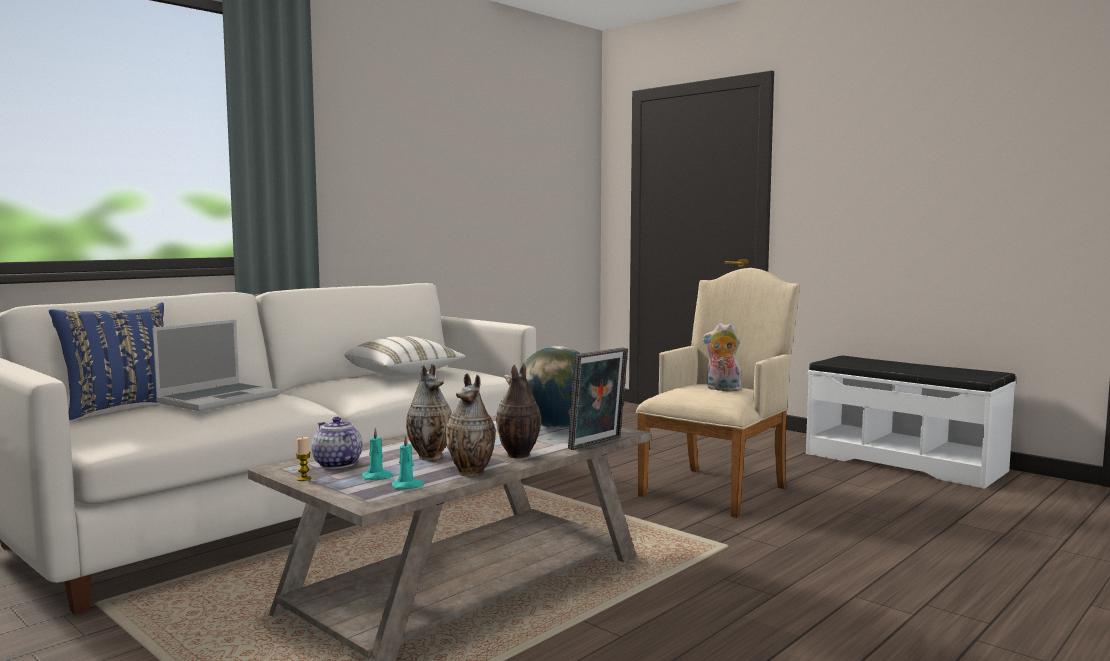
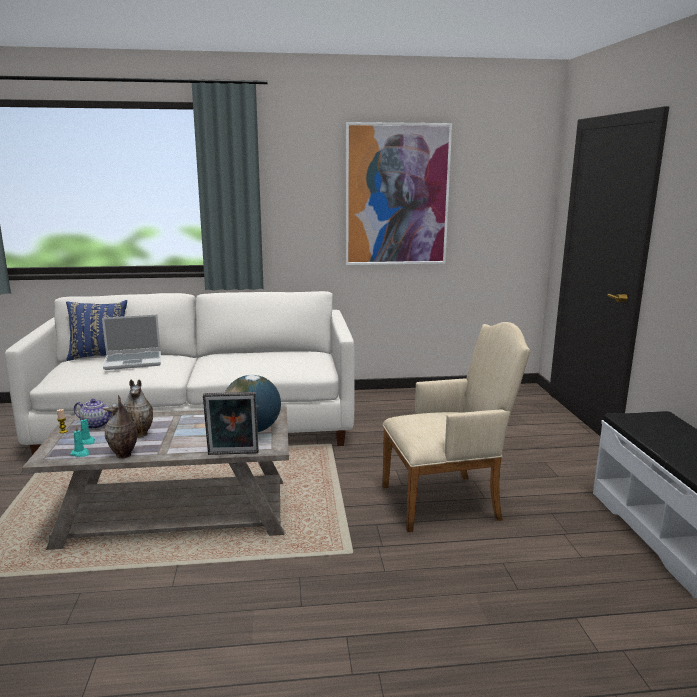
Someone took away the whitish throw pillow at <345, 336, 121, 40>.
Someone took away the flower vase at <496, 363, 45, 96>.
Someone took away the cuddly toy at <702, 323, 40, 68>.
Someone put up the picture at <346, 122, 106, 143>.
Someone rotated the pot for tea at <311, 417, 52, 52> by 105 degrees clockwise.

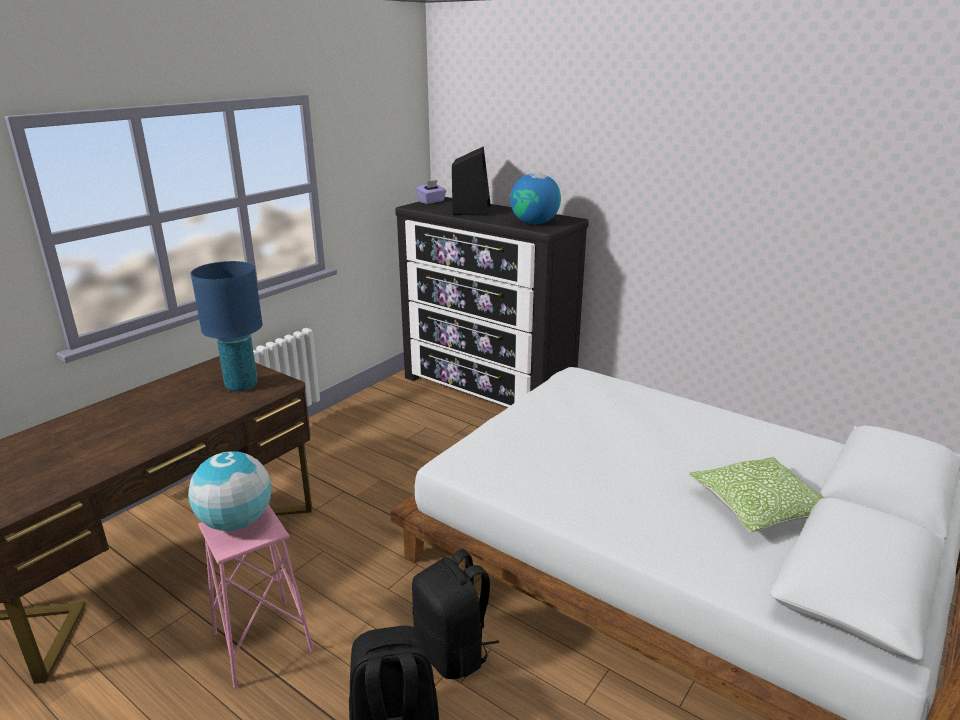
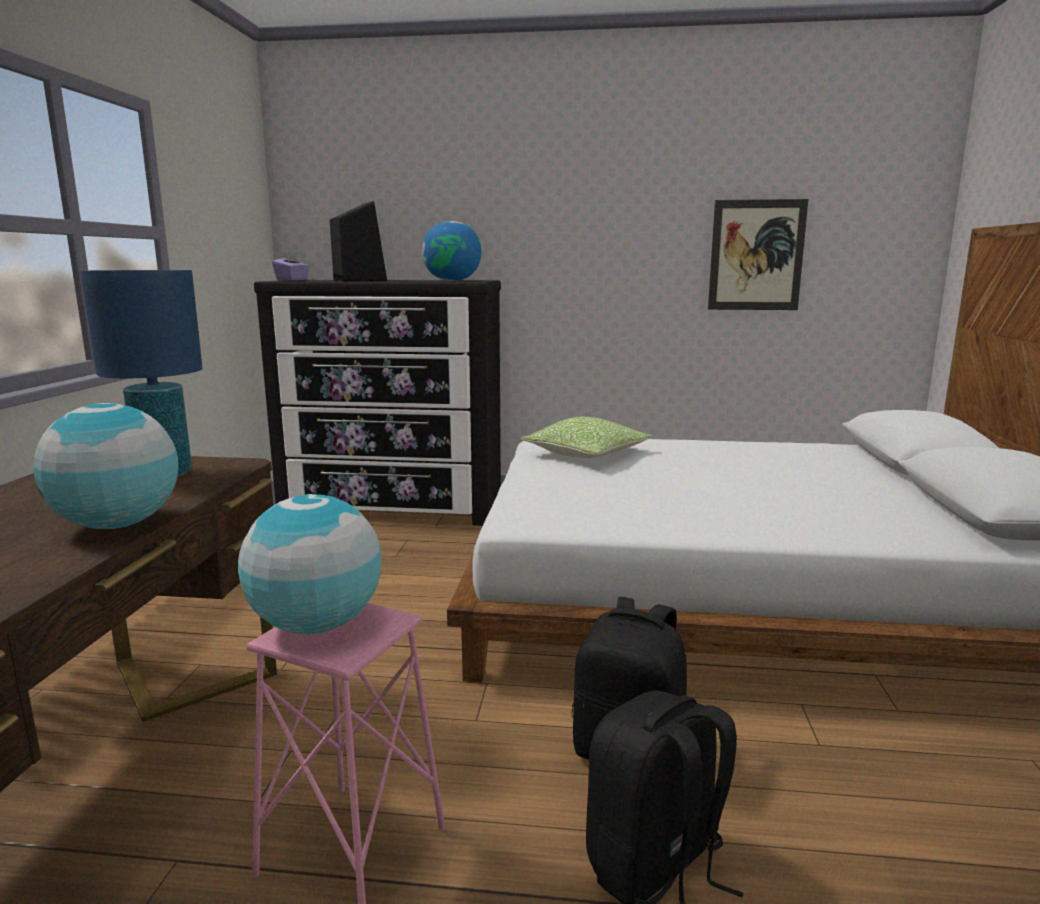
Someone put down the world globe at <34, 403, 145, 126>.
Someone put up the picture at <708, 199, 100, 111>.
Someone carried the throw pillow from <689, 457, 135, 75> to <521, 417, 131, 41>.

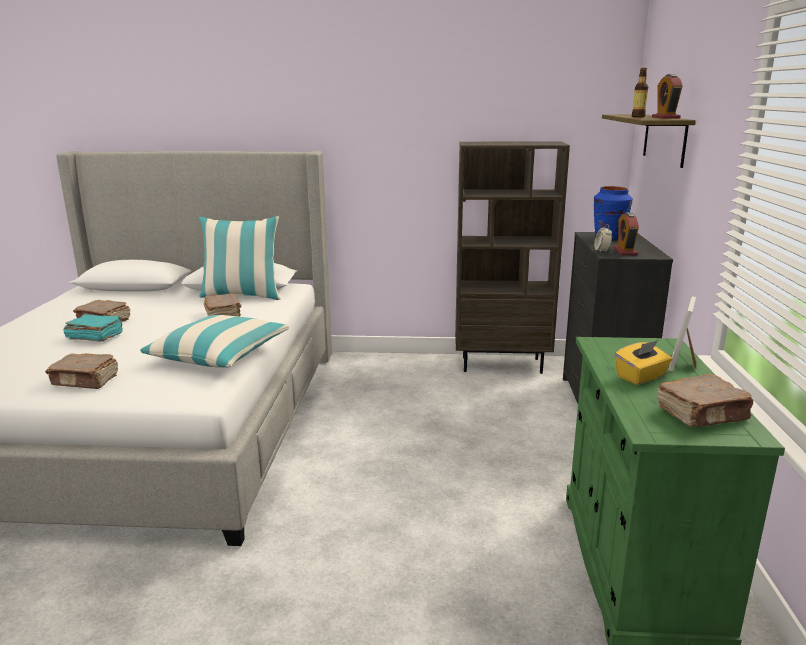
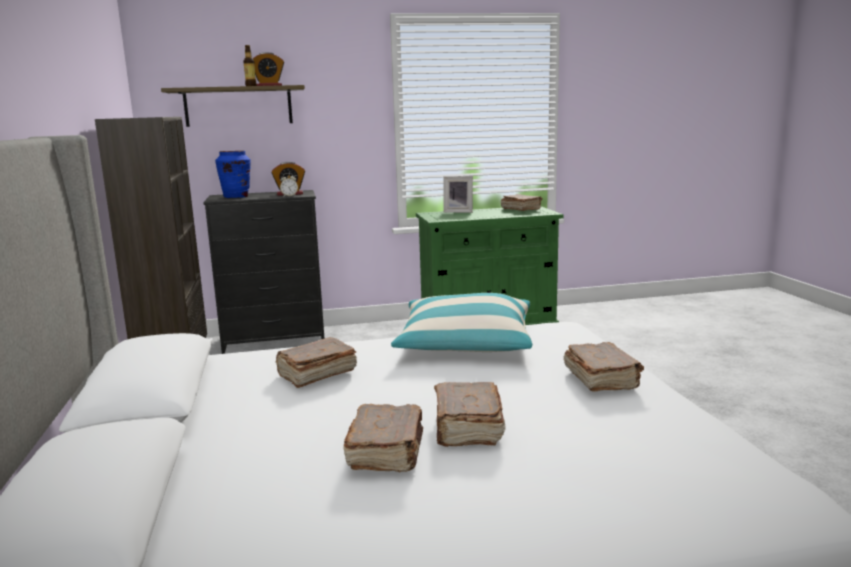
Someone took away the throw pillow at <198, 216, 83, 84>.
Someone took away the yellow-coloured tissue box at <615, 340, 57, 45>.
Someone repainted the blue-green book at <63, 314, 60, 28>, which became the brown-coloured book at <434, 382, 71, 65>.

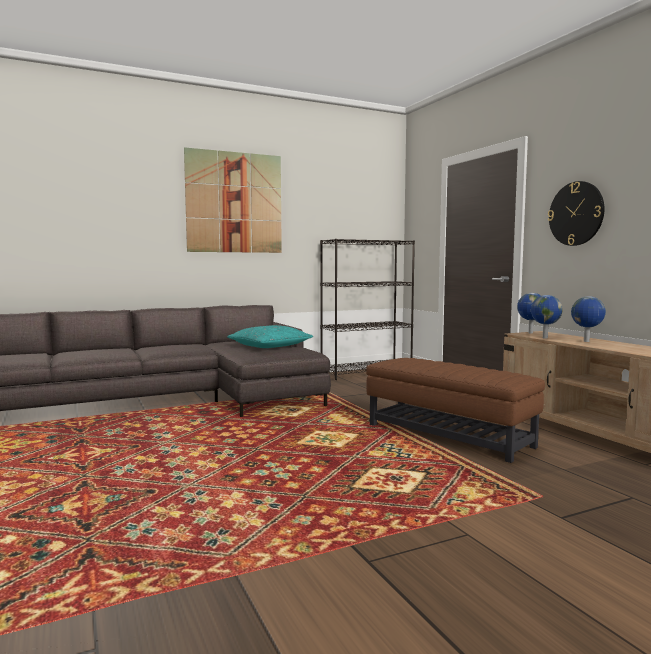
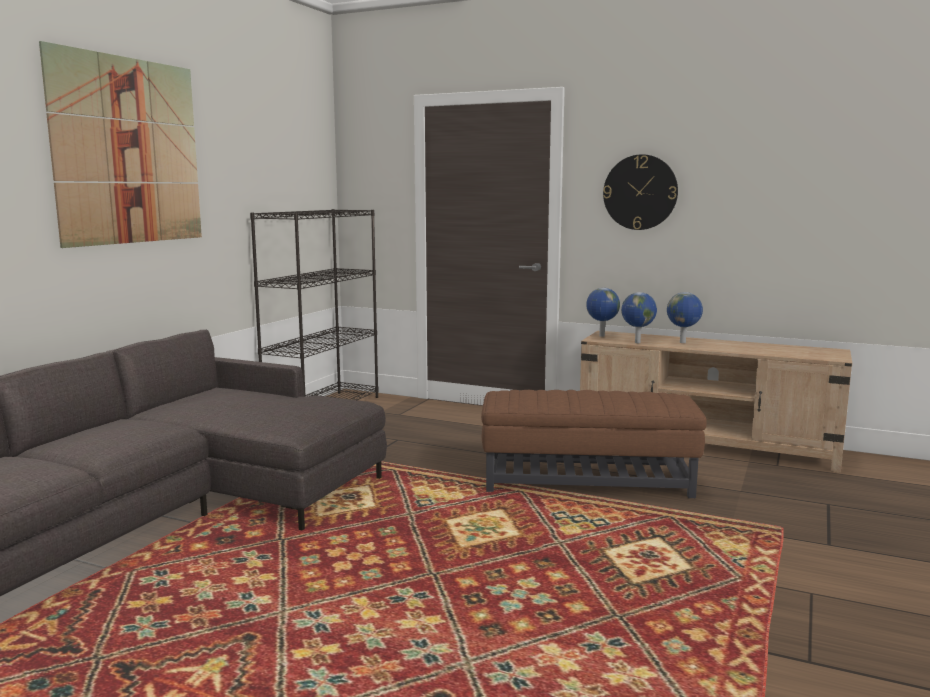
Someone took away the blue-green throw pillow at <227, 325, 86, 23>.

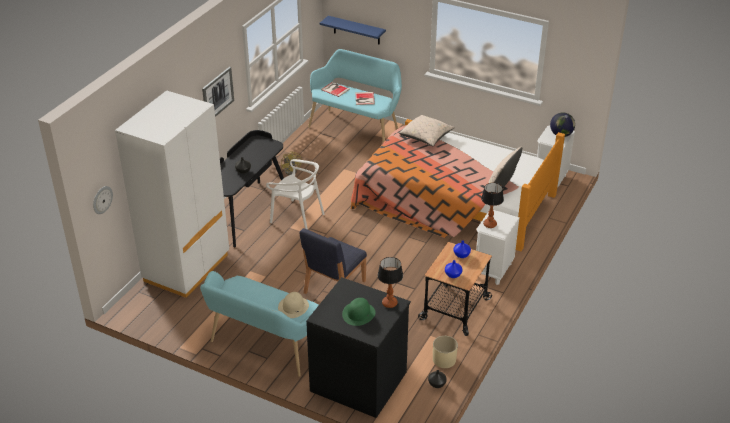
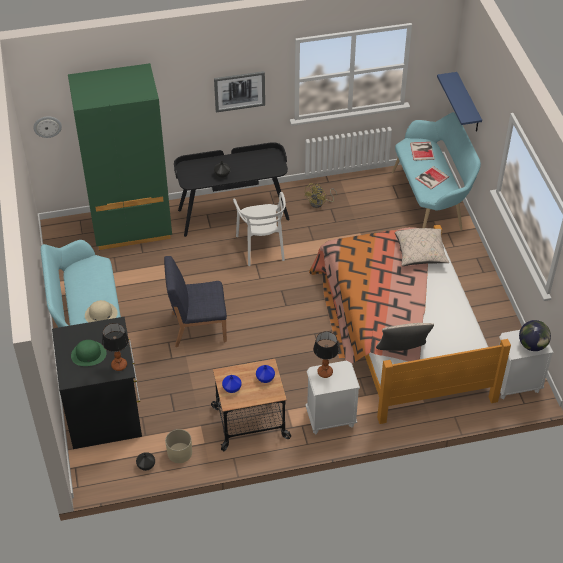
Someone repainted the whitish armoire at <115, 90, 114, 208>, which became the green armoire at <68, 63, 104, 187>.

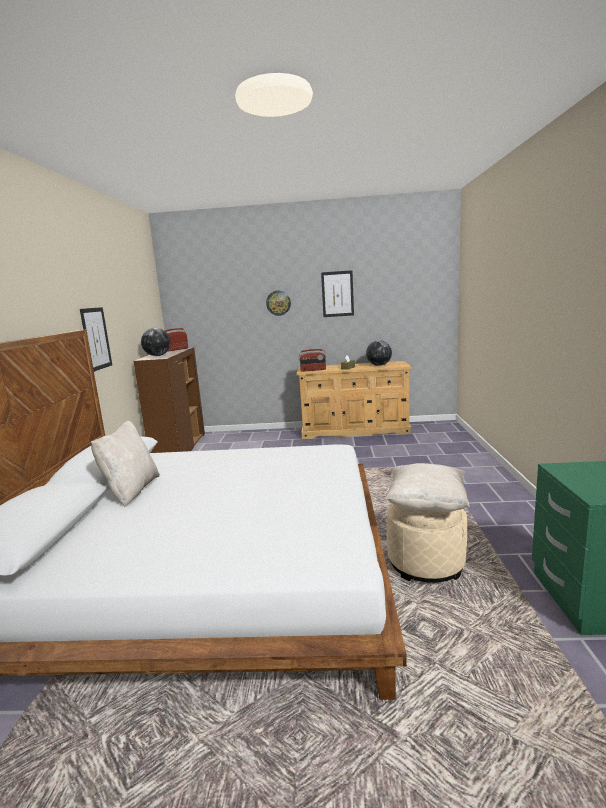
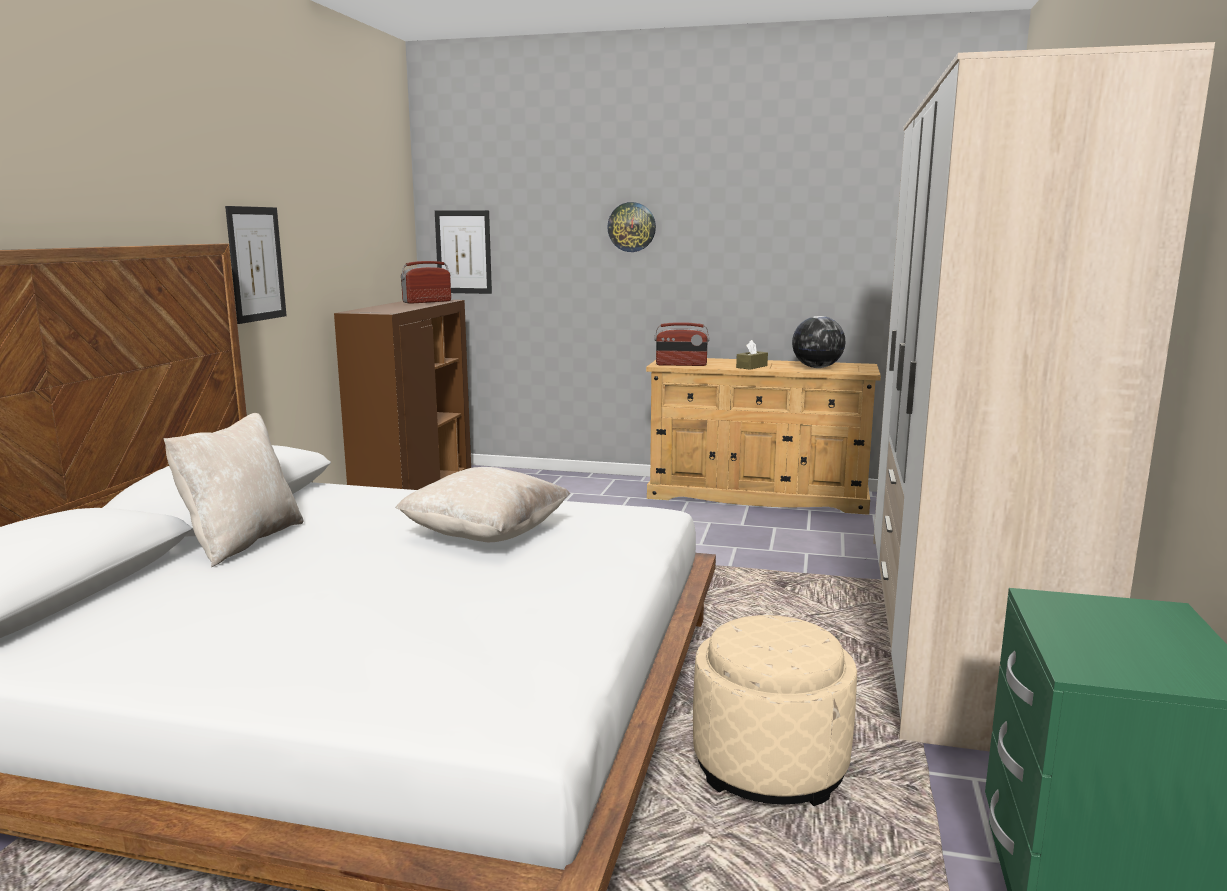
Someone took away the world globe at <141, 328, 30, 28>.
Someone put down the armoire at <873, 42, 342, 709>.
Someone carried the picture from <321, 270, 33, 47> to <435, 210, 57, 84>.
Someone carried the beige throw pillow from <385, 463, 84, 49> to <395, 467, 175, 75>.

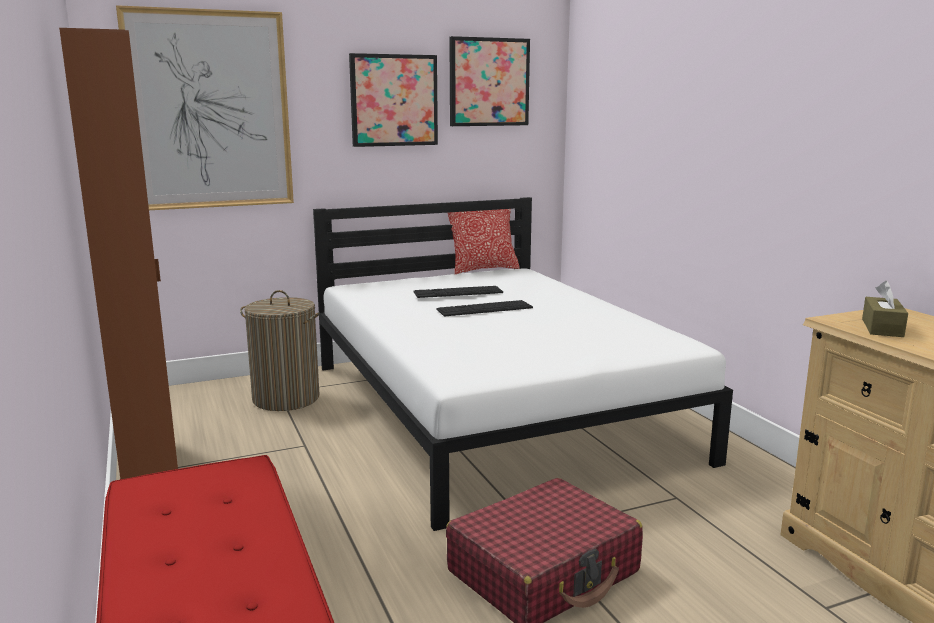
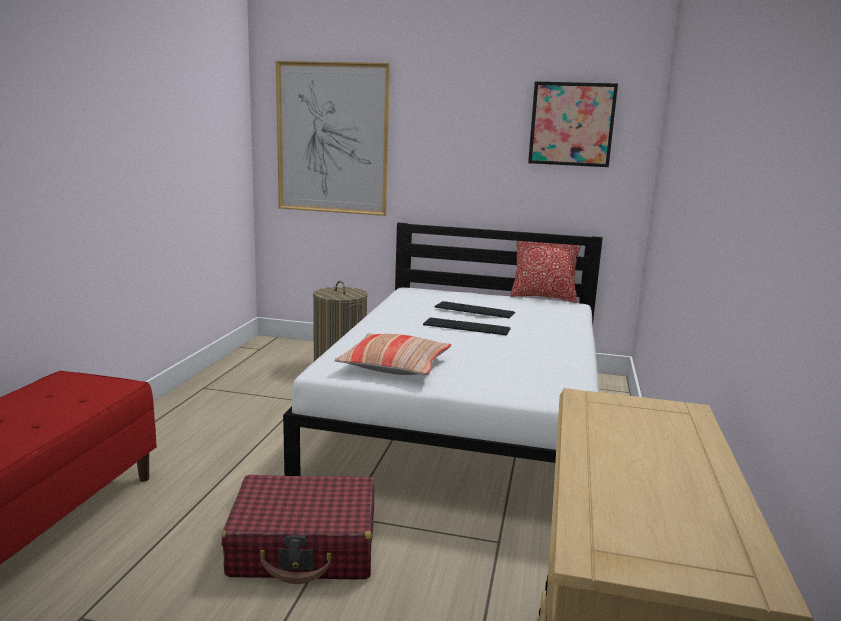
Someone took away the brown-coloured armoire at <59, 28, 119, 452>.
Someone took away the picture at <349, 53, 89, 94>.
Someone took away the brown-coloured tissue box at <862, 281, 46, 56>.
Someone put down the throw pillow at <334, 333, 117, 42>.

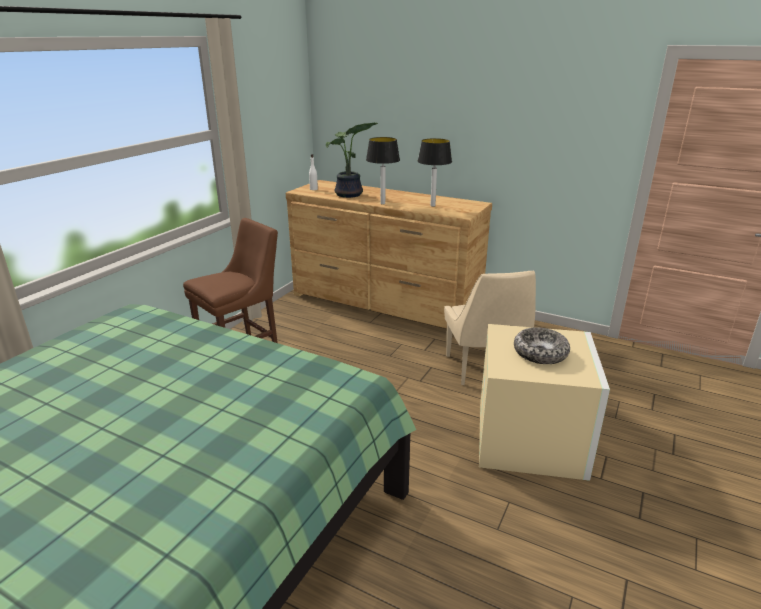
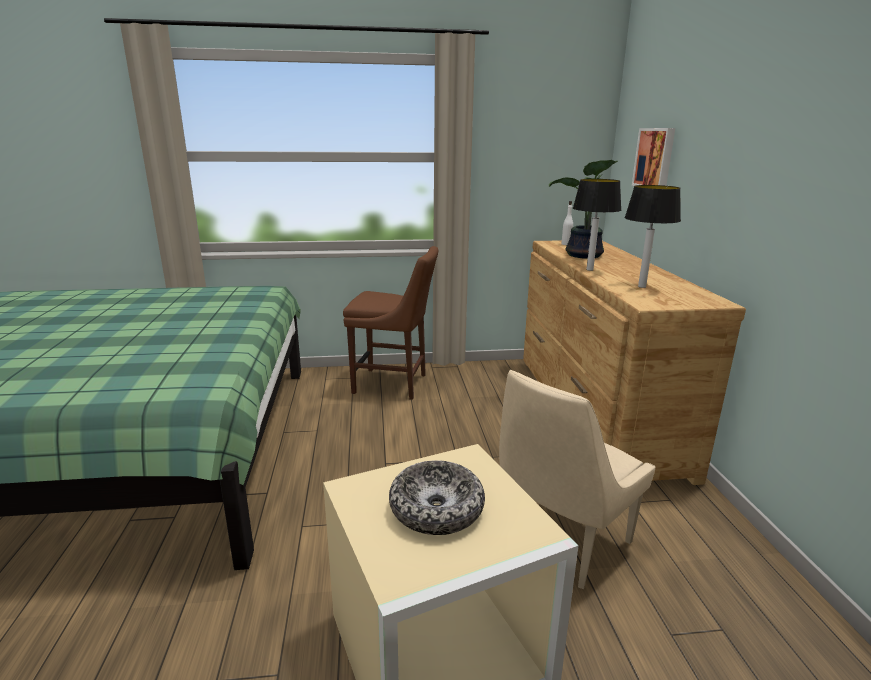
Someone put up the picture at <632, 128, 43, 58>.

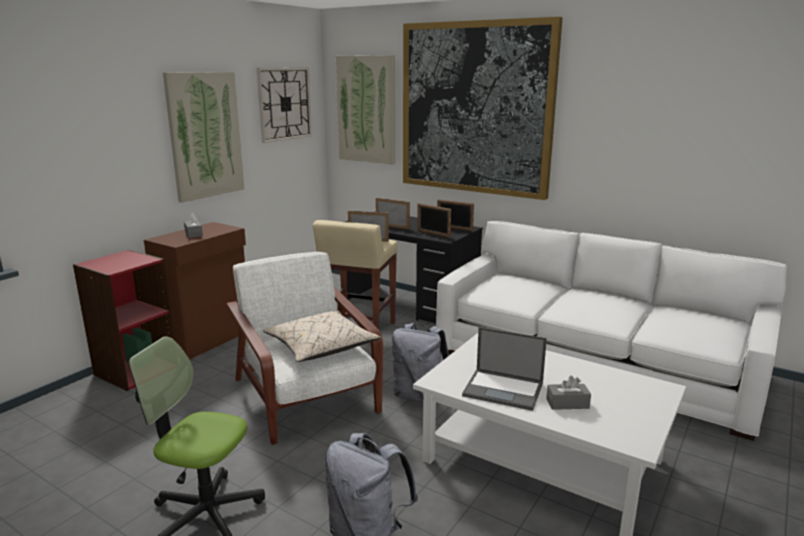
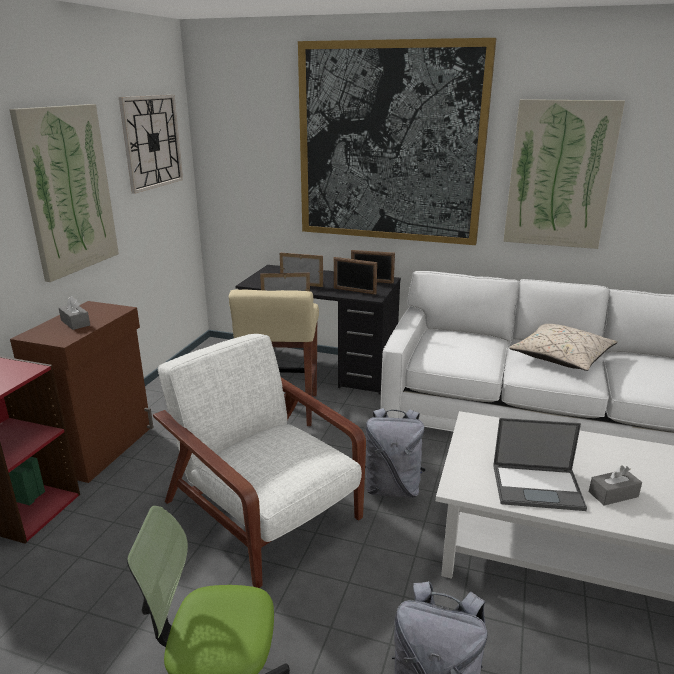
Someone carried the beige throw pillow from <263, 310, 118, 52> to <509, 324, 109, 47>.
Someone carried the picture from <336, 55, 59, 110> to <503, 99, 122, 150>.

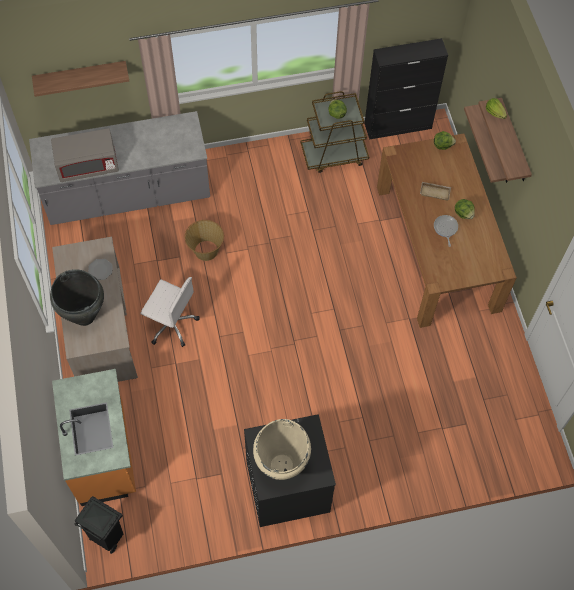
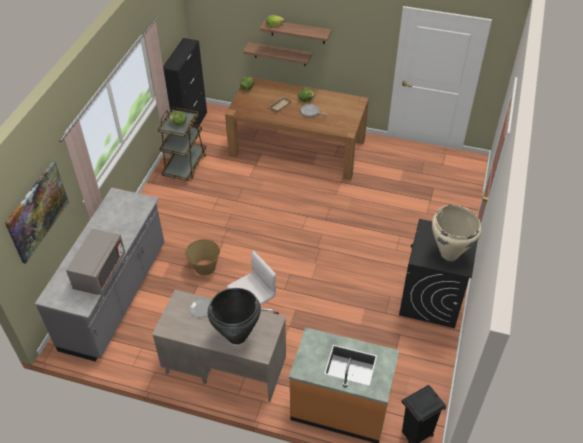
Someone swapped the wall shelf at <32, 61, 97, 36> for the picture at <5, 161, 64, 103>.

